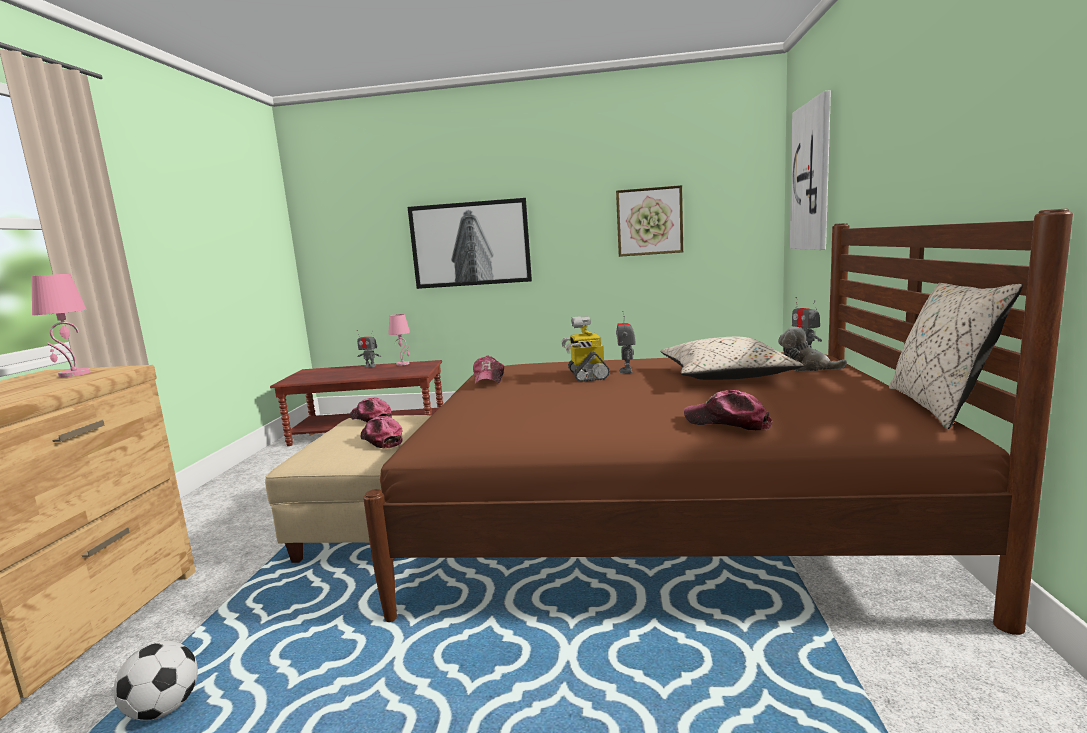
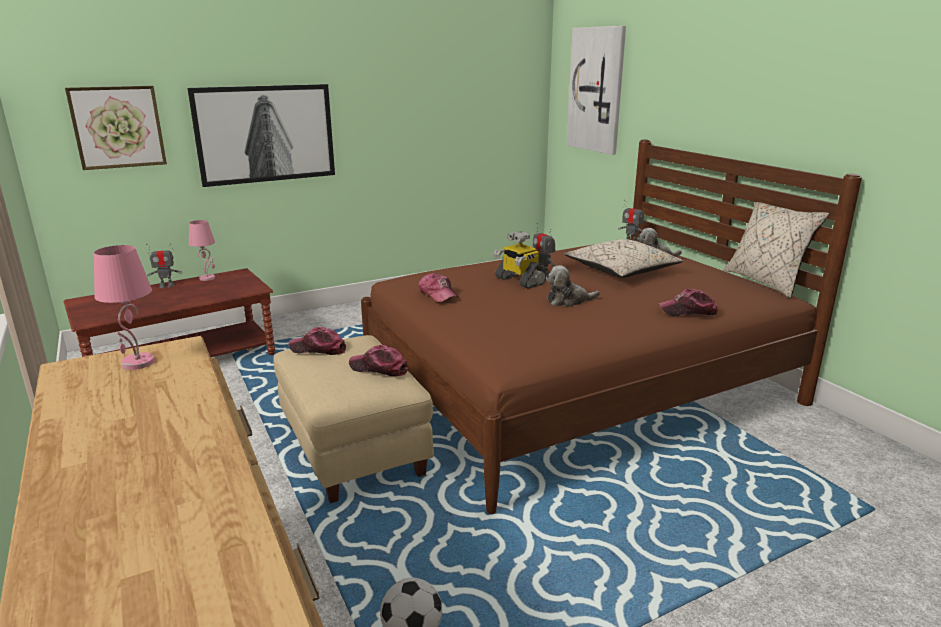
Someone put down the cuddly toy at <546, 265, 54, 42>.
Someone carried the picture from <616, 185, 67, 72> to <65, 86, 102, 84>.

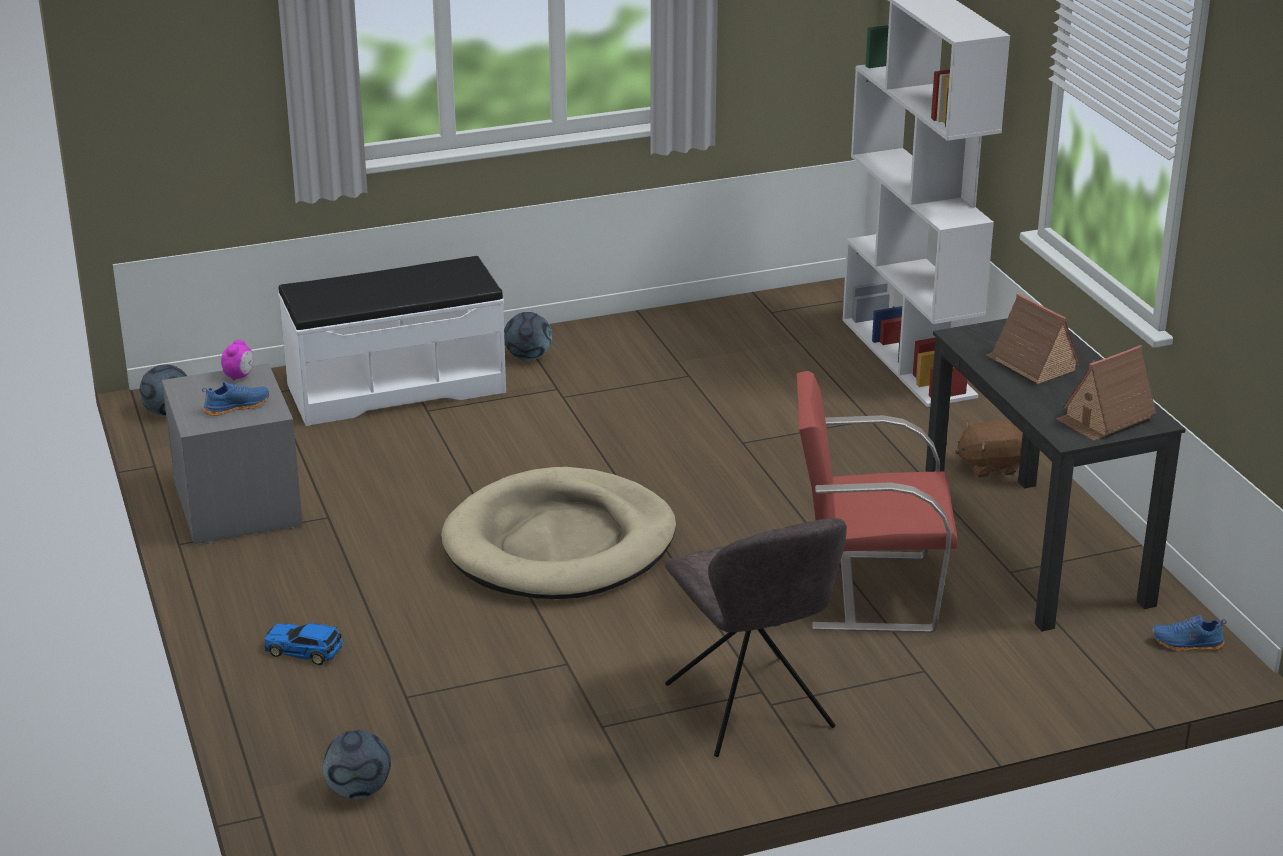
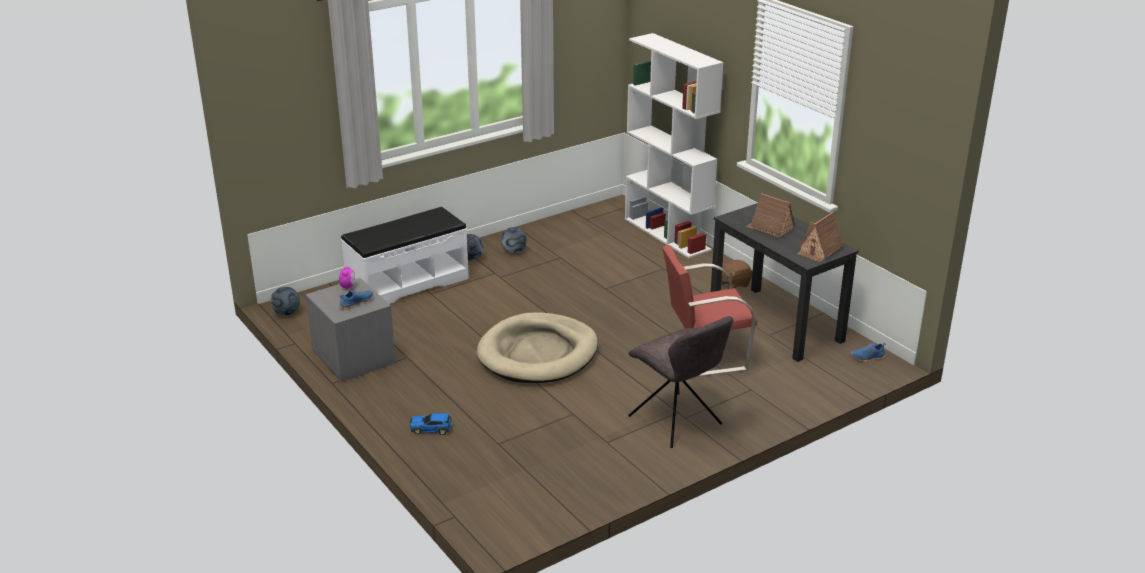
Someone carried the ball for football from <323, 730, 68, 69> to <501, 227, 26, 26>.

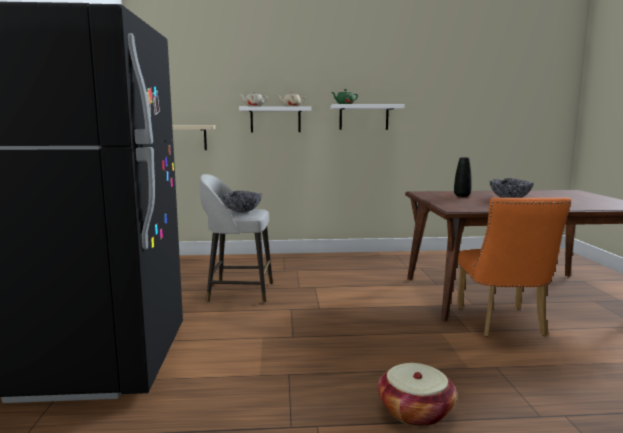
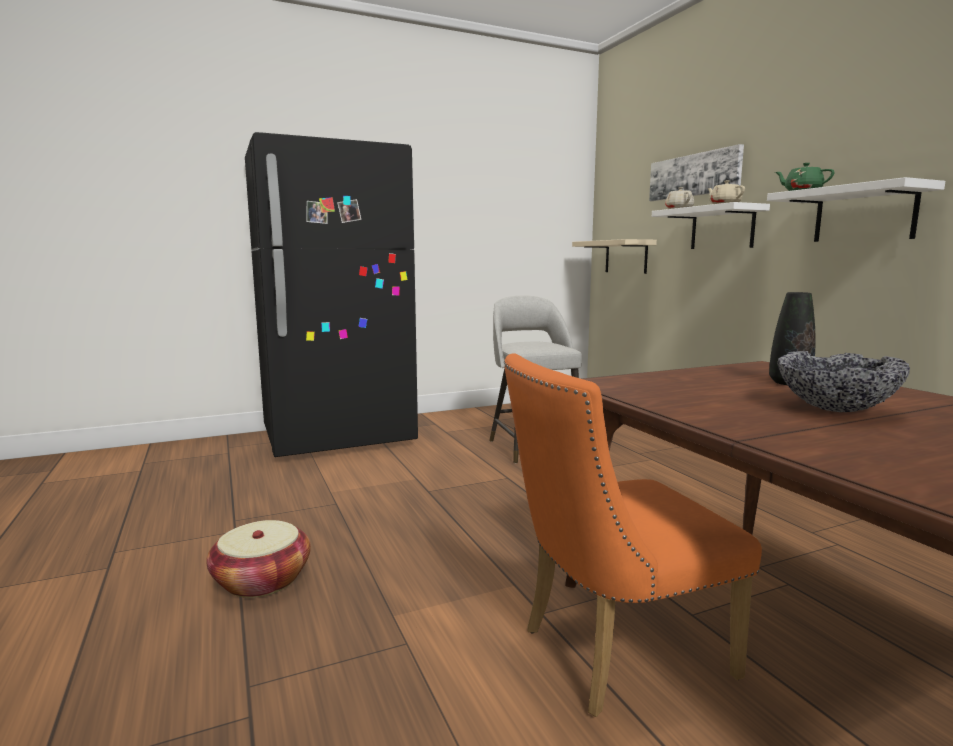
Someone took away the deep dish at <222, 191, 40, 22>.
Someone put up the picture at <649, 144, 95, 57>.

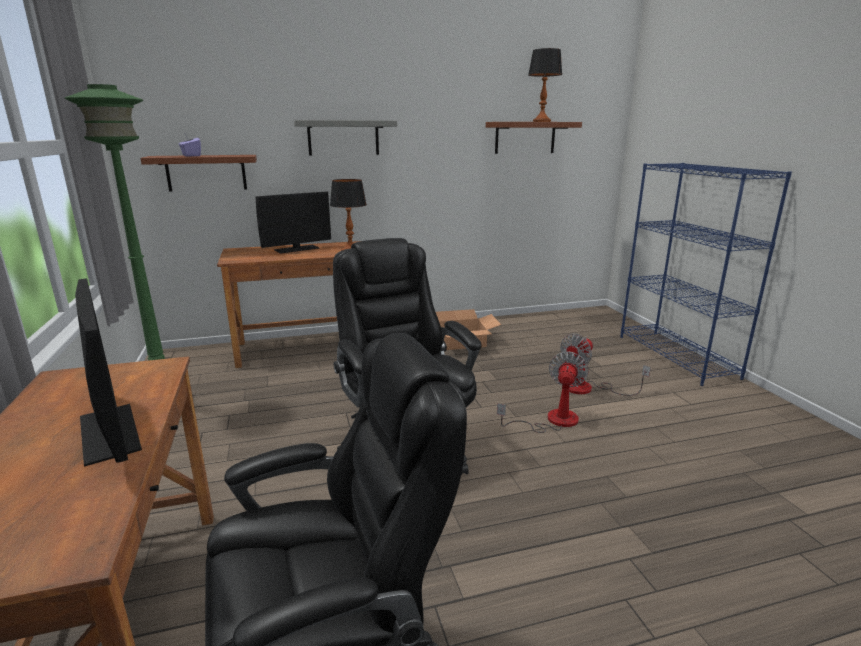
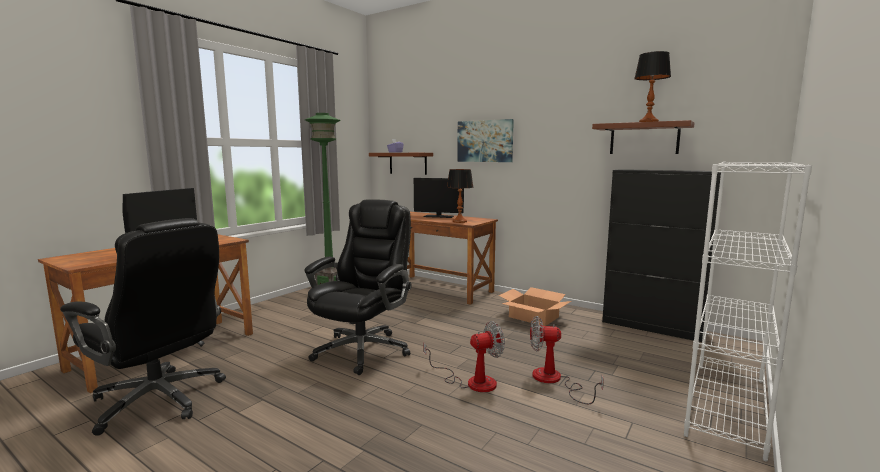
Someone put down the blackish storage cabinet at <602, 169, 119, 173>.
Someone swapped the greyish wall shelf at <294, 120, 103, 36> for the picture at <457, 119, 57, 43>.
Someone repainted the blue bookcase at <620, 163, 172, 223>, which became the whitish bookcase at <684, 161, 128, 301>.

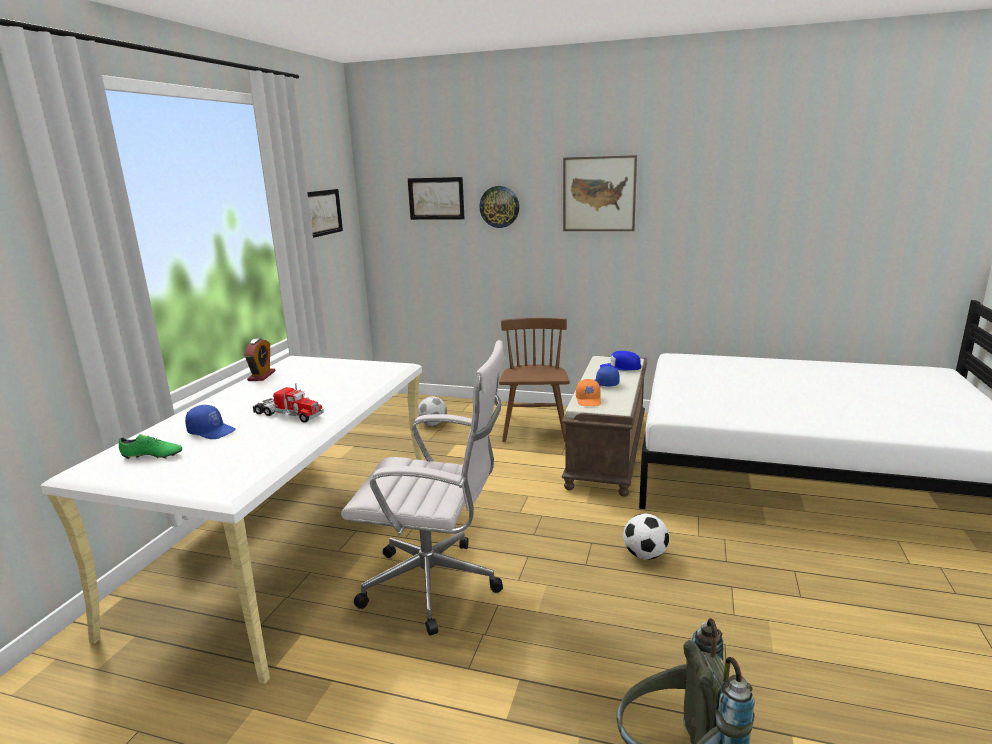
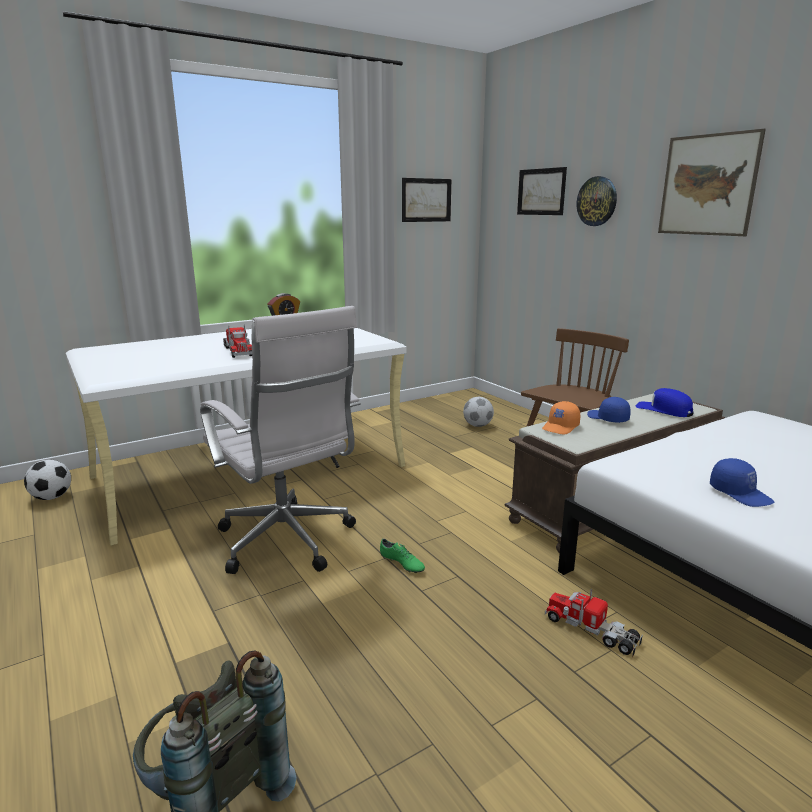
Someone put down the toy truck at <545, 589, 98, 68>.
Someone carried the green item of footwear from <119, 434, 63, 25> to <380, 538, 45, 36>.
Someone carried the blue baseball cap from <185, 405, 51, 34> to <710, 458, 64, 49>.
Someone carried the ball for football from <623, 514, 46, 46> to <24, 459, 47, 41>.

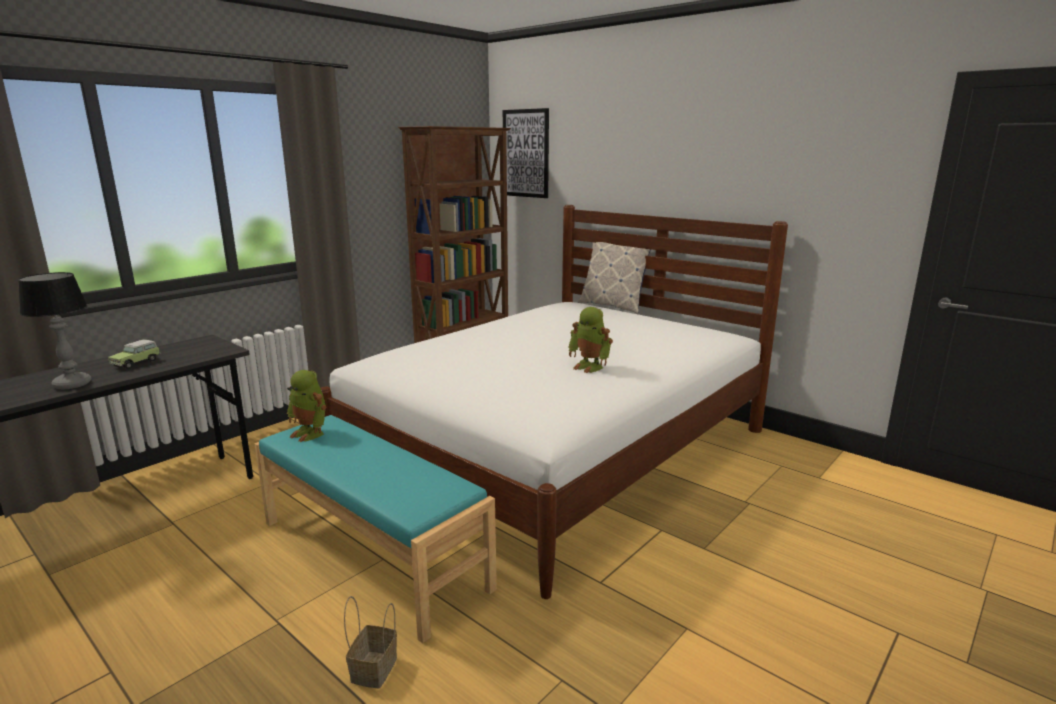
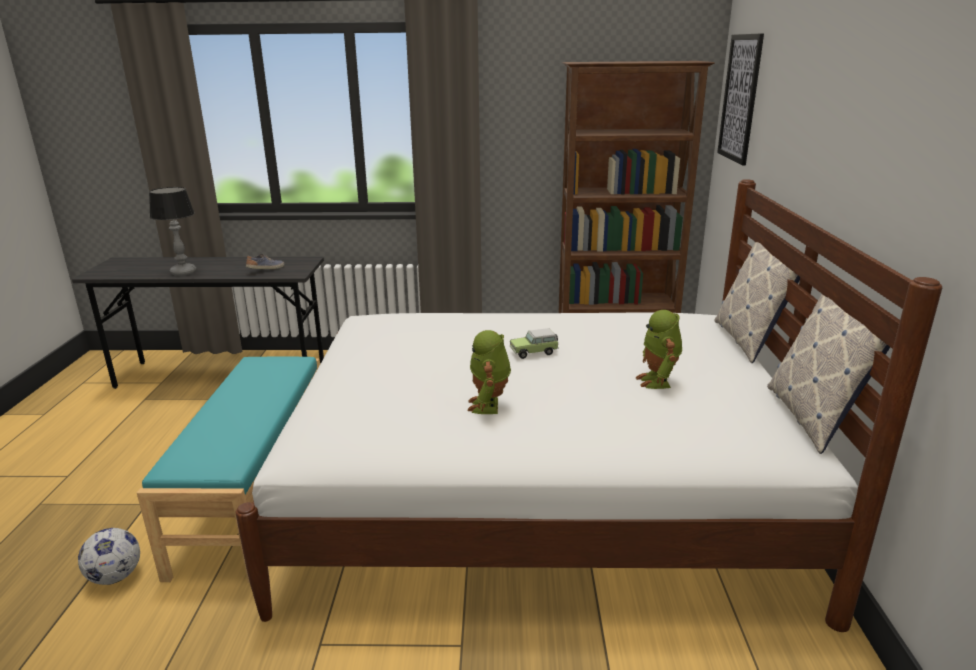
Someone put down the item of footwear at <246, 254, 38, 15>.
Someone put down the throw pillow at <767, 294, 123, 160>.
Someone carried the toy car from <108, 340, 52, 29> to <510, 328, 49, 31>.
Someone carried the robot figure from <287, 370, 39, 72> to <636, 310, 46, 79>.
Someone swapped the household basket at <344, 596, 53, 93> for the ball for football at <78, 528, 62, 57>.

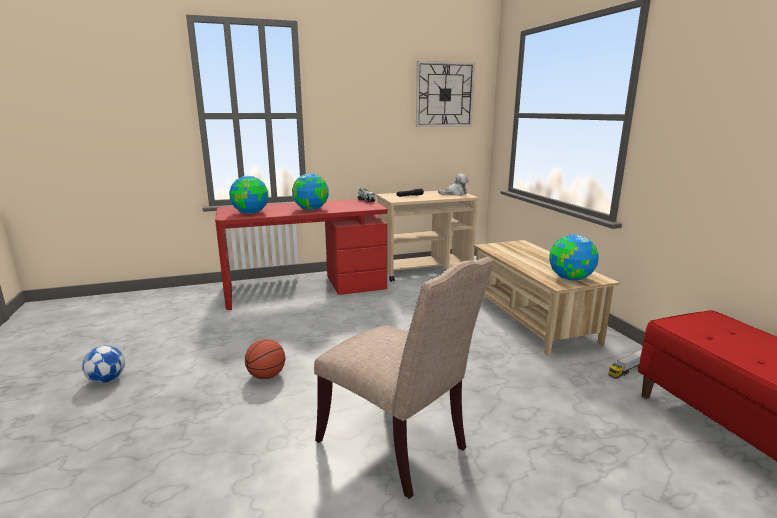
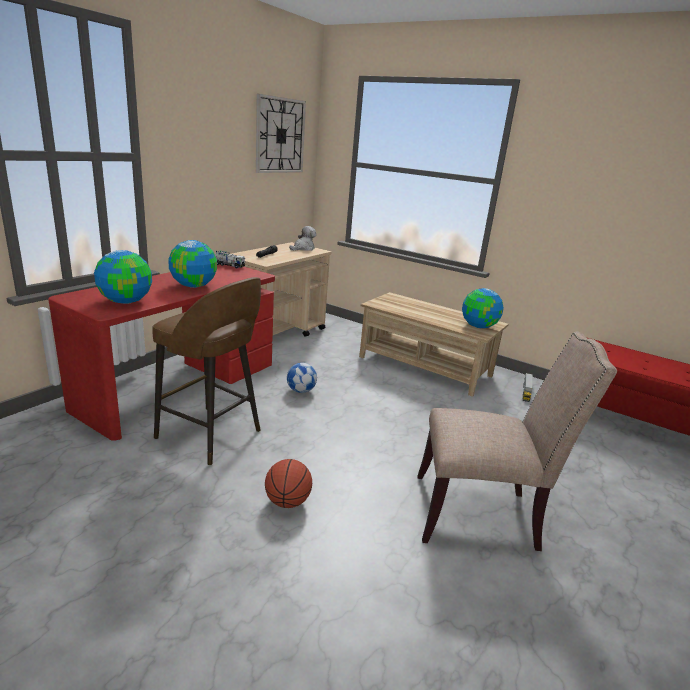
Someone put down the brown-coloured stool seat at <152, 277, 109, 188>.
Someone carried the ball for football from <82, 345, 43, 38> to <287, 363, 30, 30>.

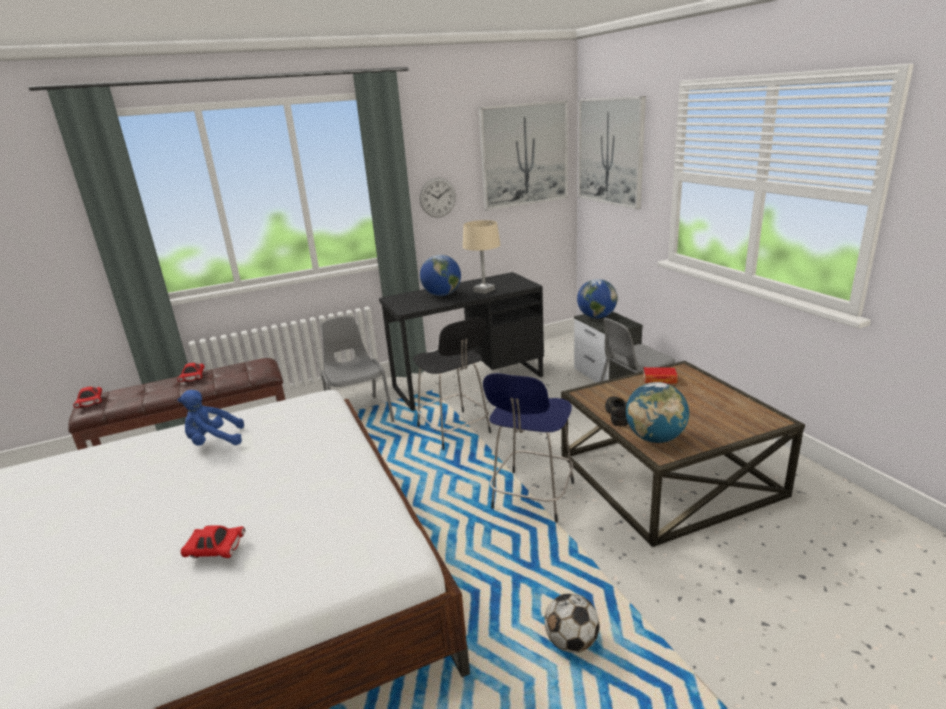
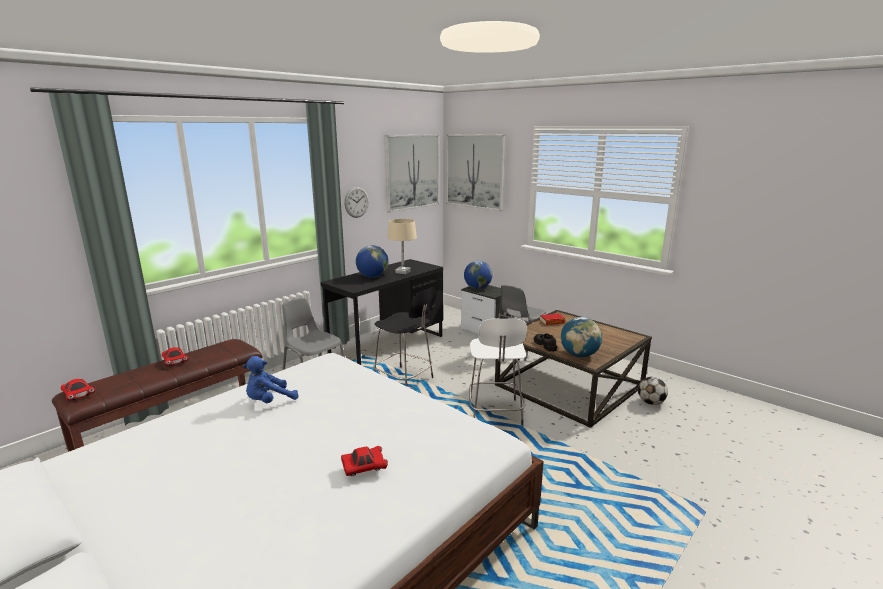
Someone carried the ball for football from <544, 594, 55, 59> to <638, 377, 30, 28>.
Someone repainted the blue stool seat at <483, 373, 91, 150>, which became the whitish stool seat at <469, 318, 58, 107>.

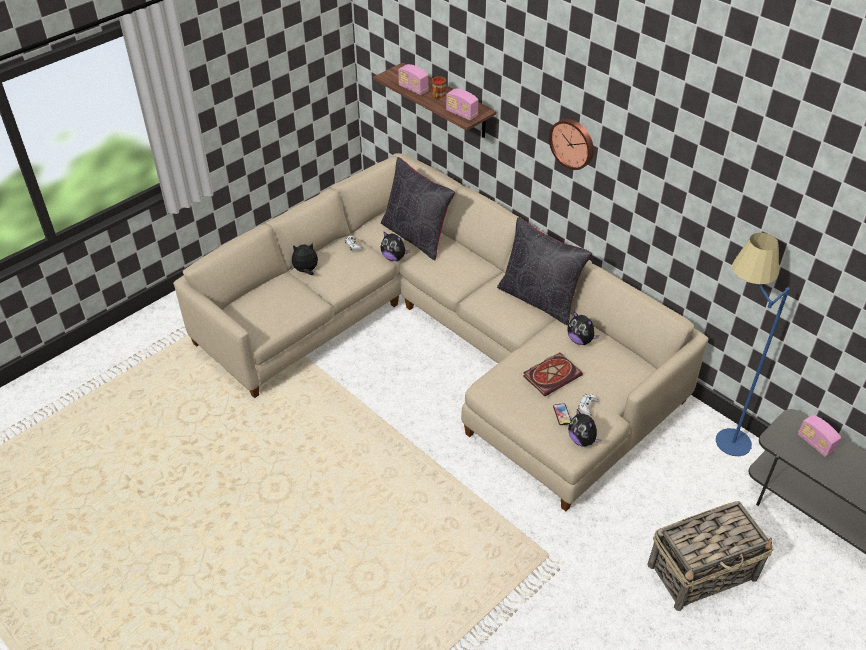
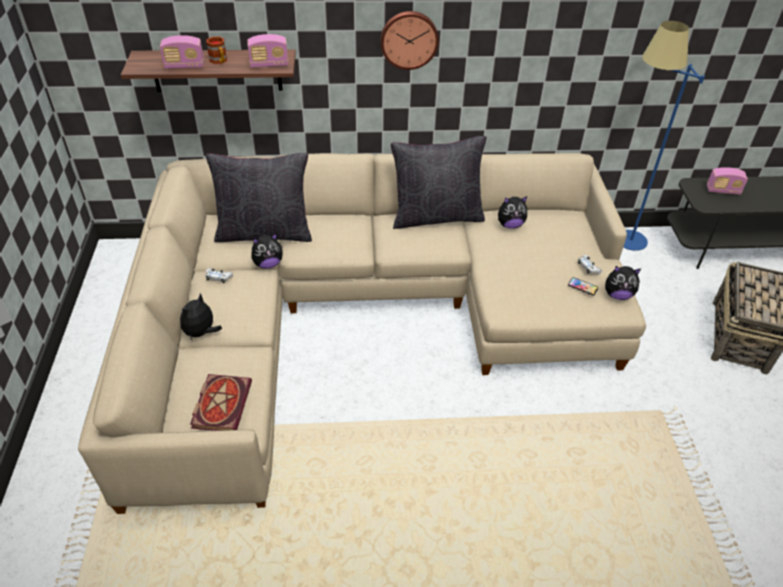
Someone carried the book from <523, 353, 60, 43> to <190, 374, 62, 57>.

